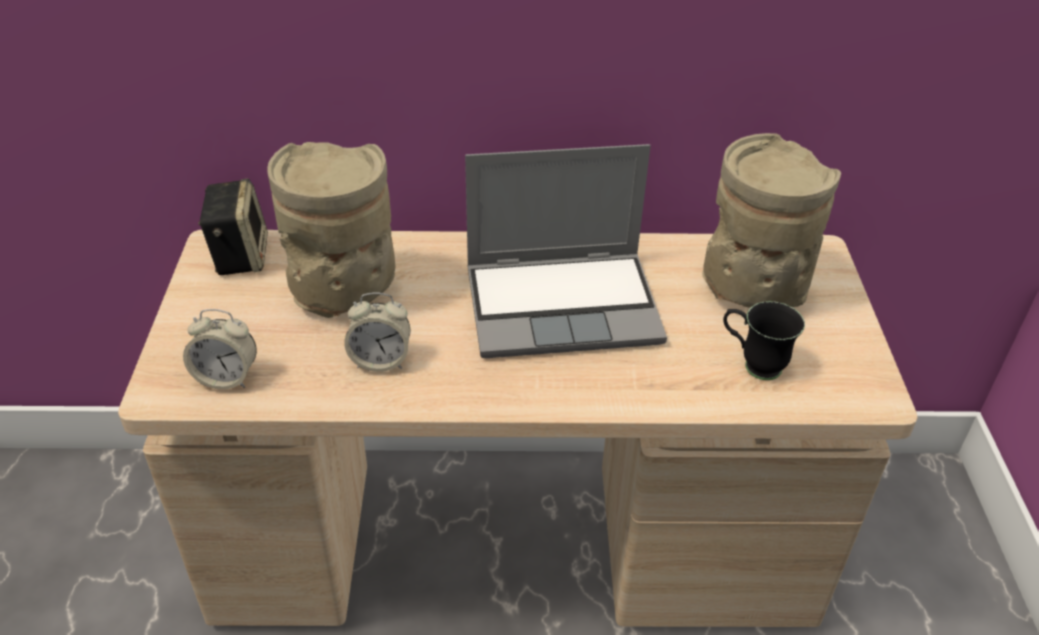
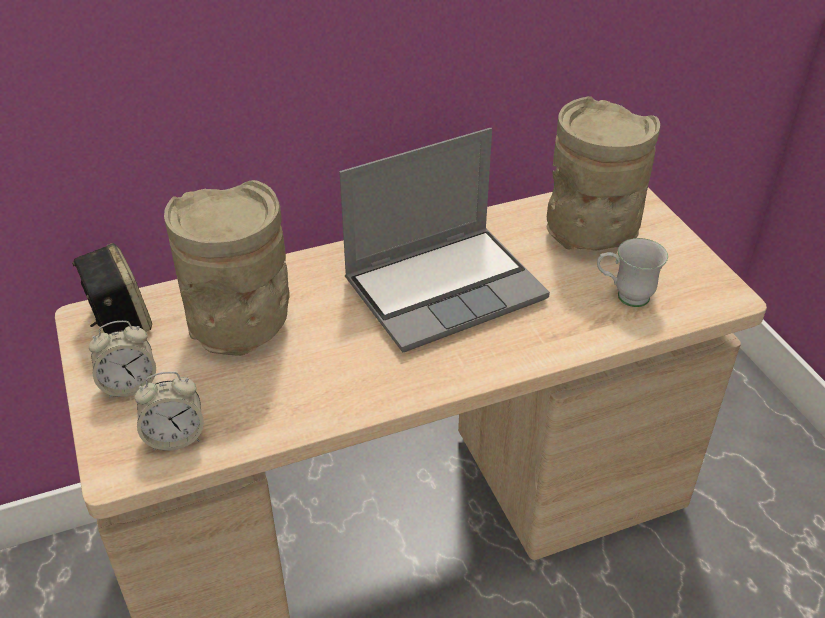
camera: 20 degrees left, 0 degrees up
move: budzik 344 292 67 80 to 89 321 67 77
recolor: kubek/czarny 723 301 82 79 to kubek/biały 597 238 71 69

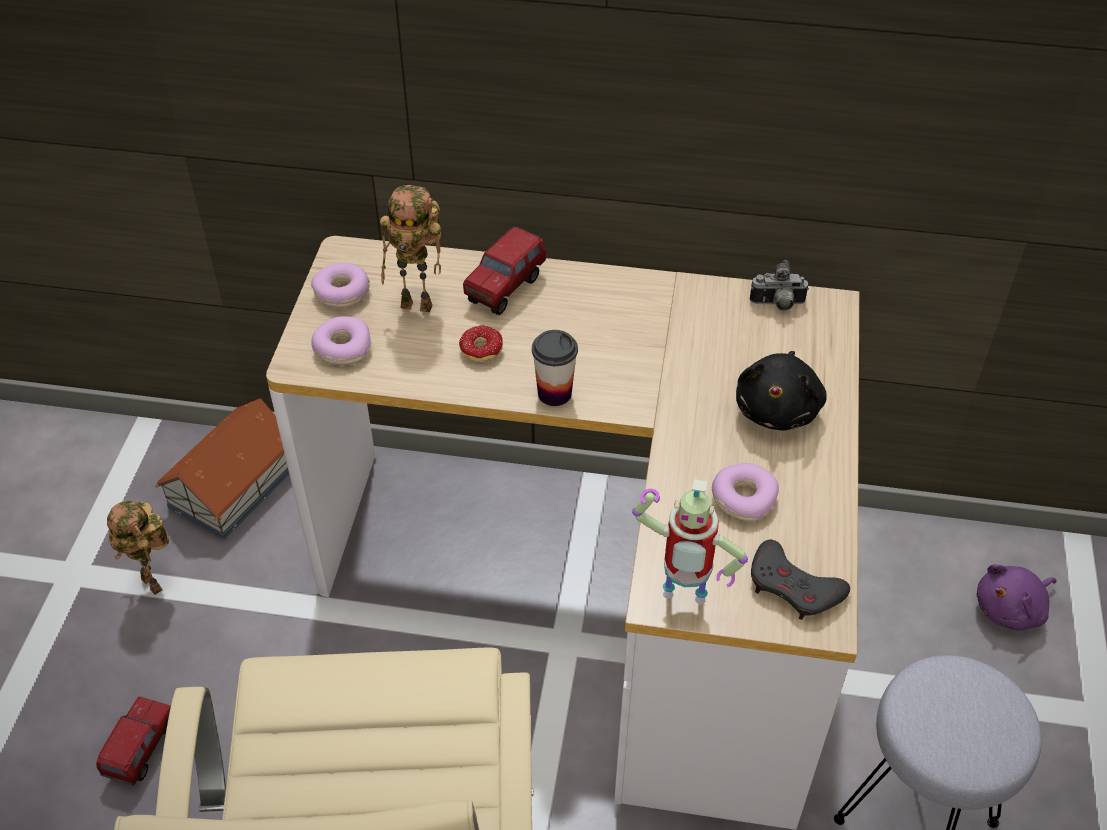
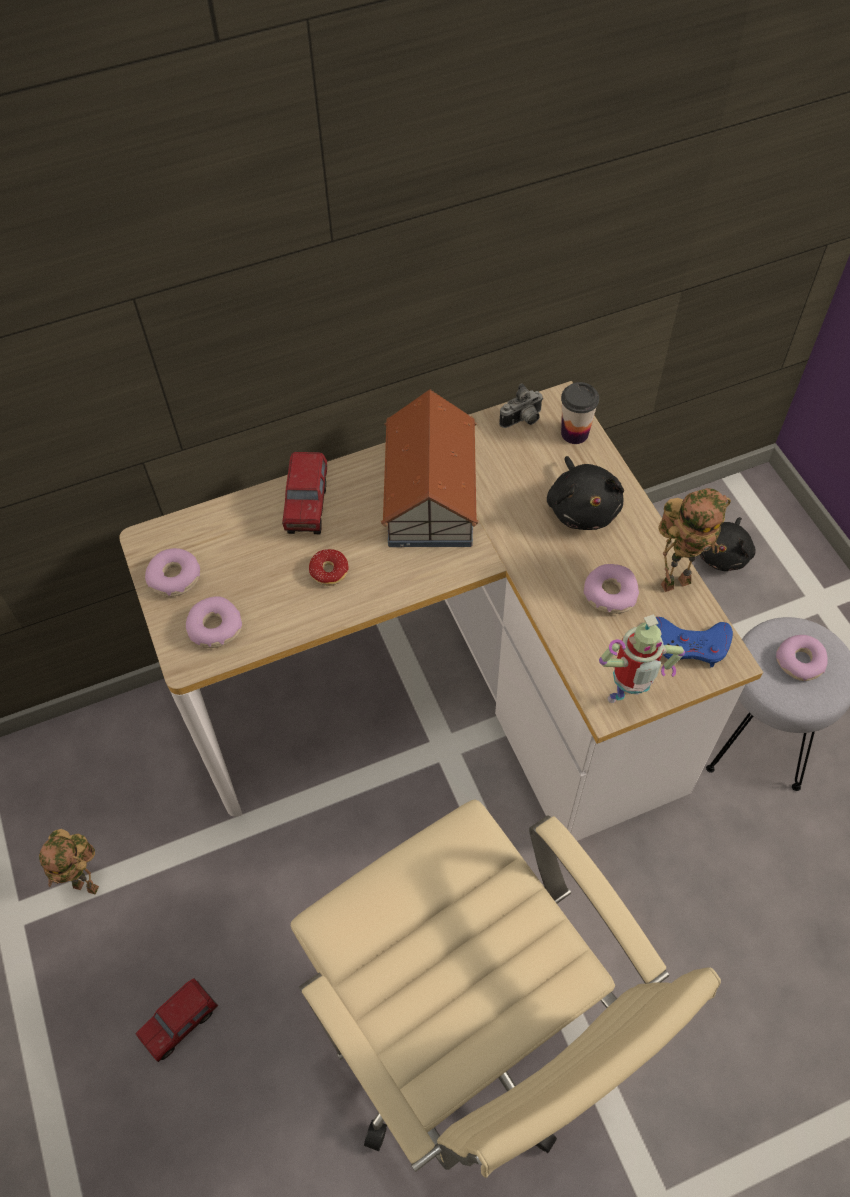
camera: 30 degrees left, 10 degrees up
insert: donut 776 635 52 46
move: robot zabawkowy 380 185 61 128 to 658 488 73 104; filiżanka 532 330 46 76 to 561 382 38 62; domek 155 398 134 142 to 381 389 98 158
recolor: pad do gier/szary 751 540 99 80 to pad do gier/niebieski 656 617 77 50; pluszak/fioletowy 977 564 79 67 to pluszak/czarny 699 517 57 54
rotate: ciężarówka zabawkowa 97 697 74 89 = 135 978 84 84 120 degrees counterclockwise

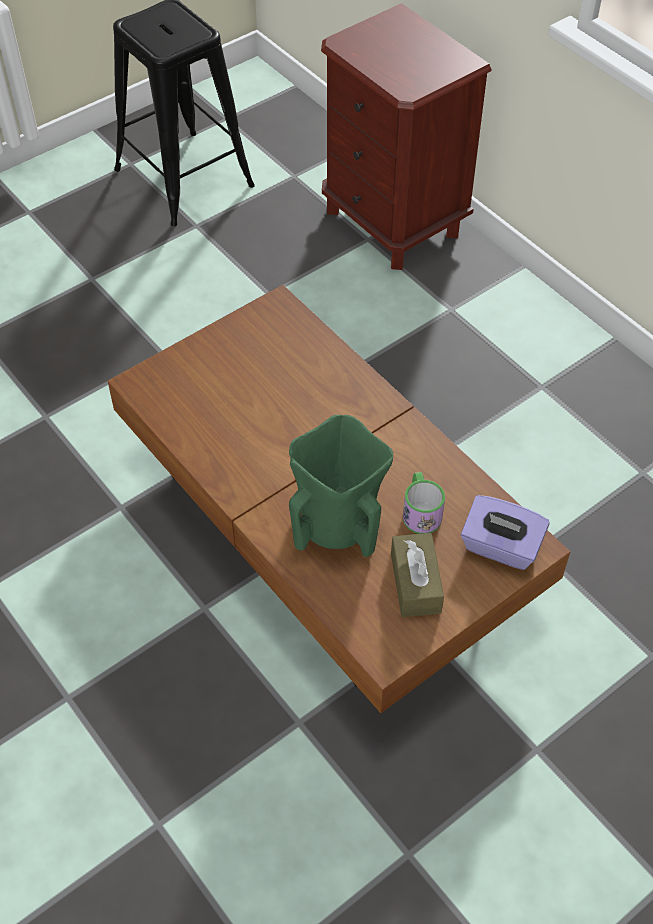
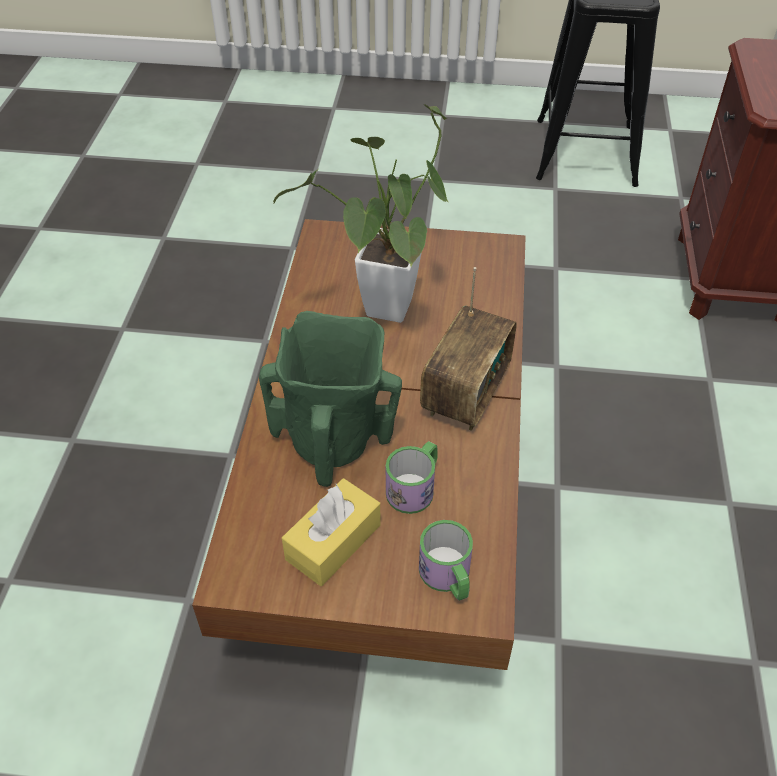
camera: 45 degrees right, 5 degrees down
insert: roślina doniczkowa 273 104 176 219; radio 420 267 97 164
replace: pudełko chusteczek/fioletowy 461 495 88 75 to kubek 419 520 54 81
recolor: pudełko chusteczek/brązowy 391 533 53 84 to pudełko chusteczek/żółty 282 478 99 108

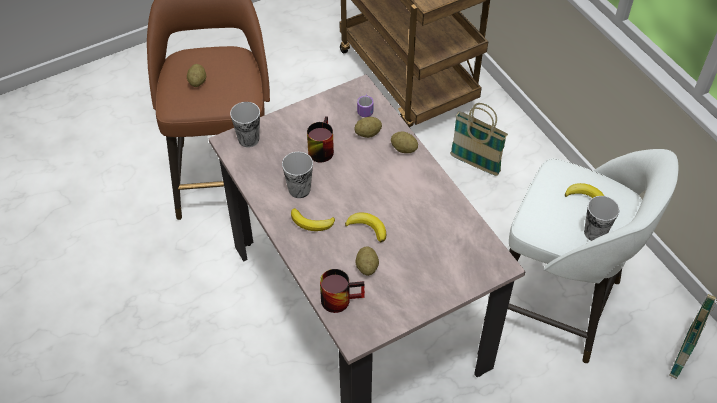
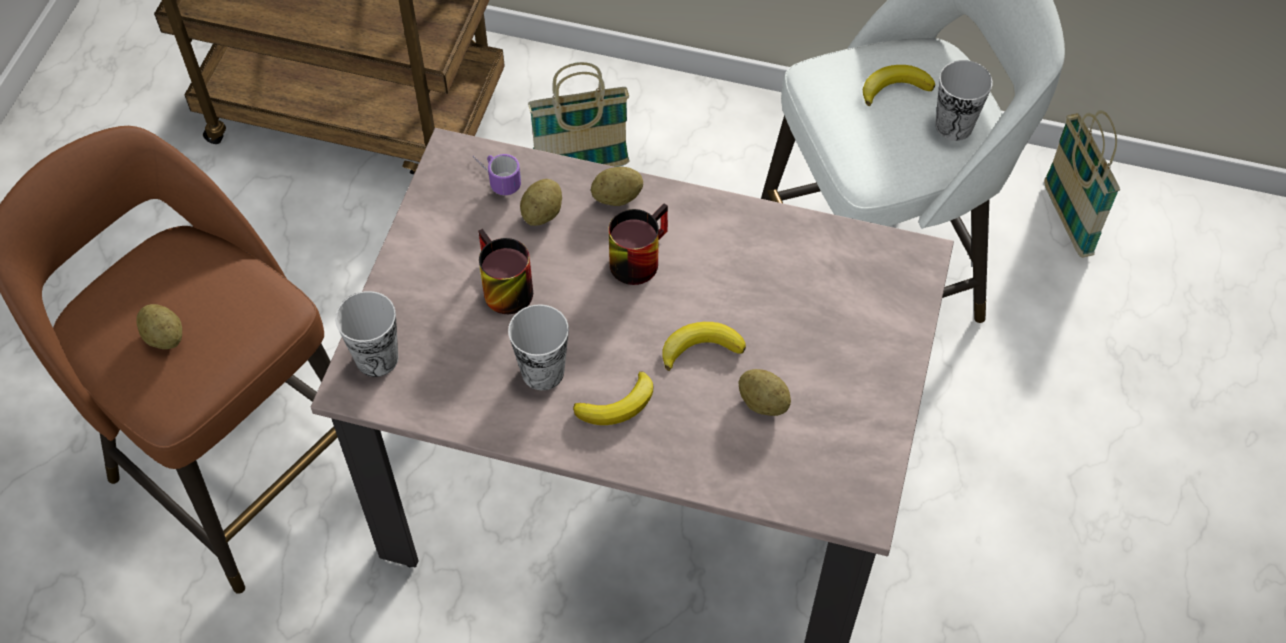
camera: 45 degrees left, 5 degrees up
move: kubek 320 269 45 44 to 608 203 60 82

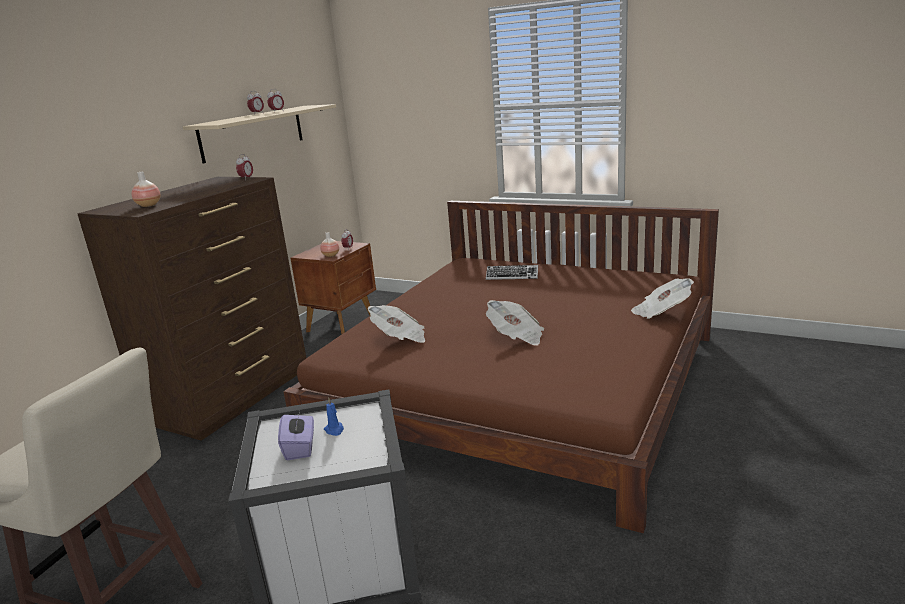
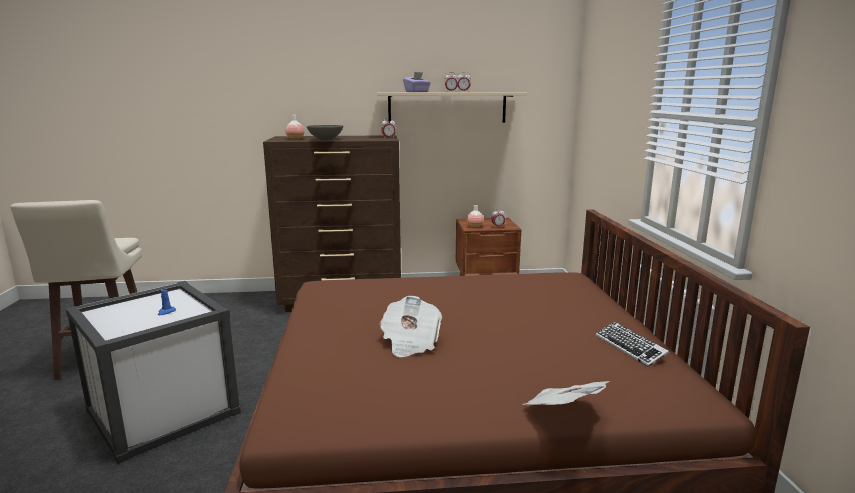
camera: 55 degrees right, 5 degrees down
delete: gazeta 368 305 57 38
insert: miska/szary 307 125 36 16
move: klawiatura 486 265 52 15 to 596 322 73 45; pudełko chusteczek/fioletowy 278 408 36 52 to 403 72 28 20

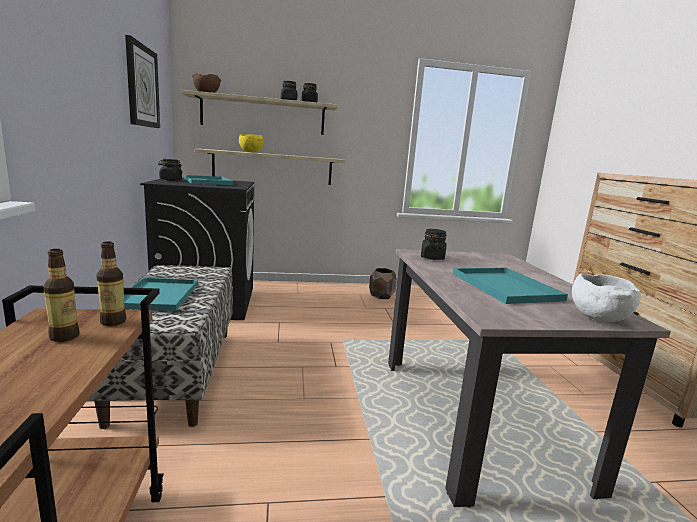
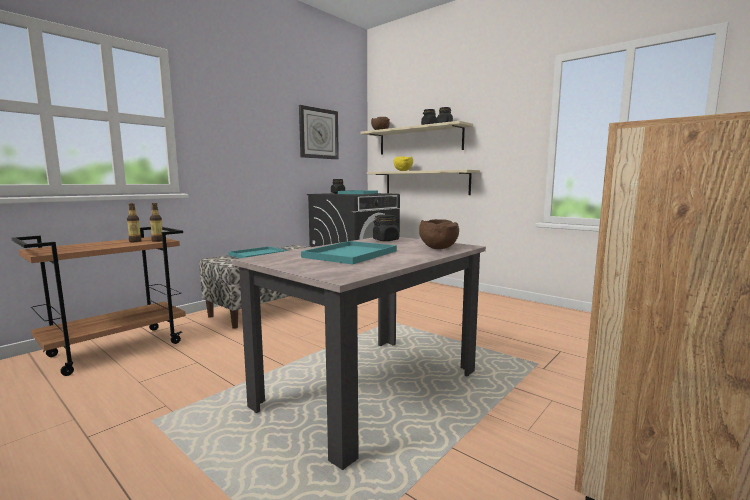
camera: 50 degrees right, 5 degrees down
delete: donica/brązowy 369 268 28 31; miska/biały 572 273 69 49
insert: miska/brązowy 419 219 40 30

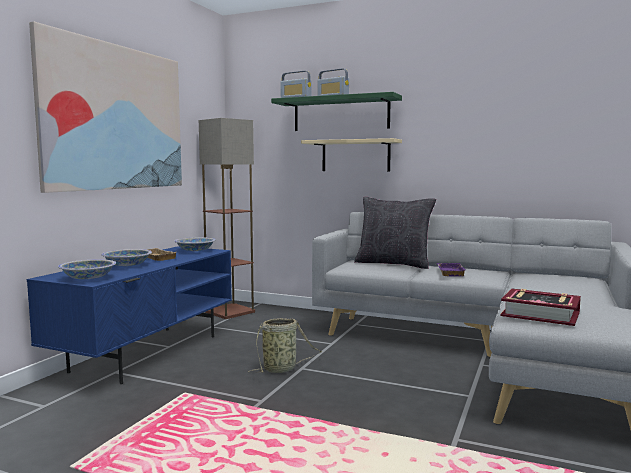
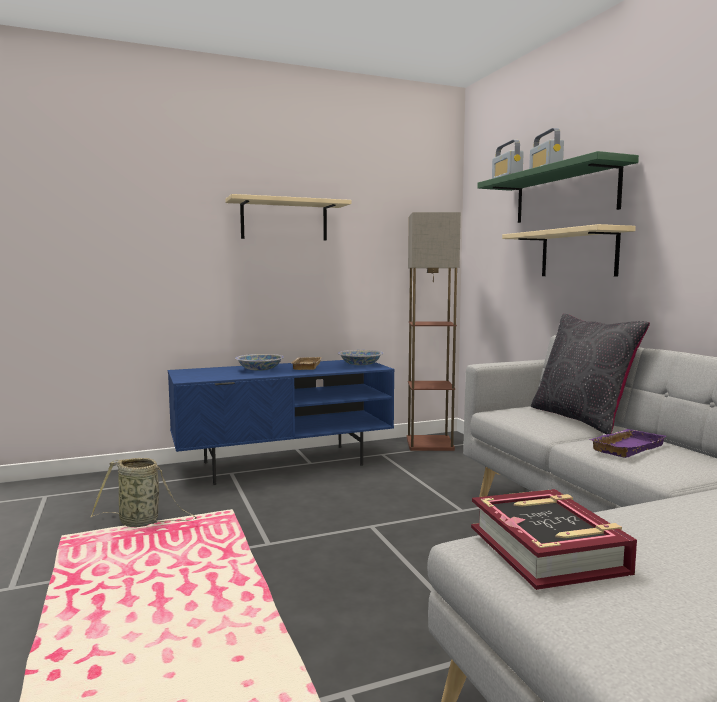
camera: 45 degrees right, 0 degrees up
delete: miska 58 259 58 20
move: koszyk 248 318 74 55 to 90 458 107 69
replace: obraz 29 21 153 172 to półka/beżowy 225 194 126 47

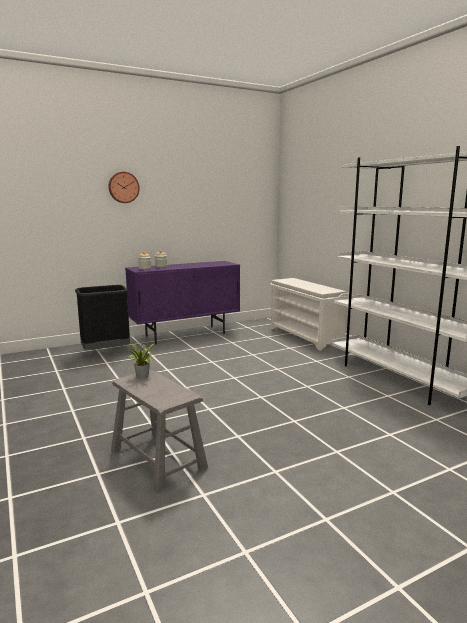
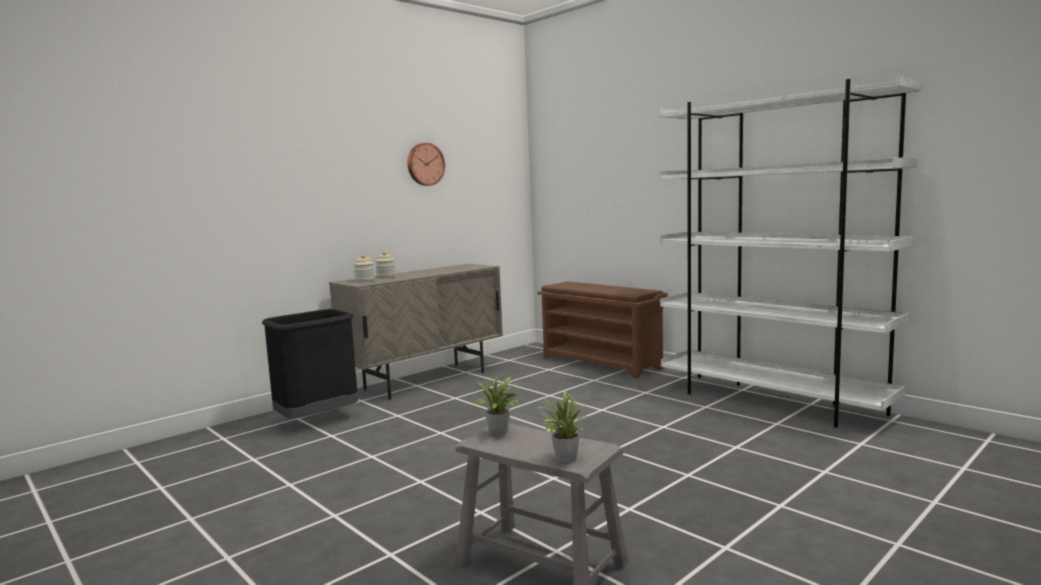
camera: 15 degrees left, 5 degrees down
insert: roślina doniczkowa 540 391 47 72
move: zegar ścienny 108 172 32 31 to 407 143 38 43
recolor: szafka/fioletowy 125 261 115 84 to szafka/beżowy 329 264 174 136; regał na buty/biały 269 278 80 73 to regał na buty/brązowy 538 281 129 98

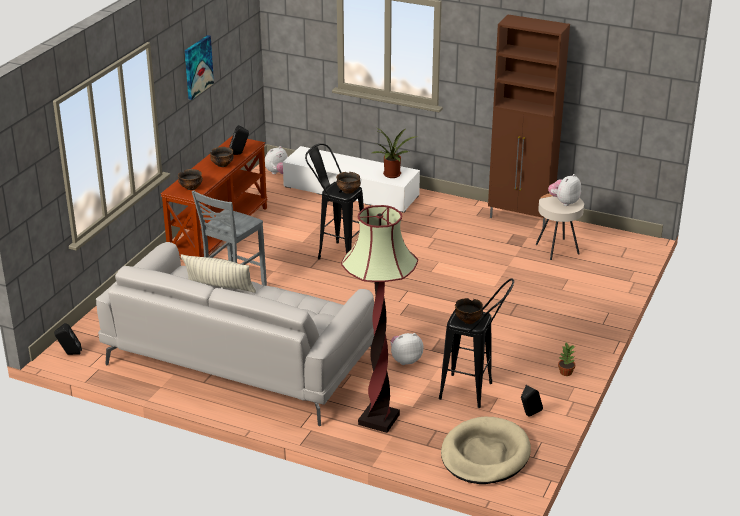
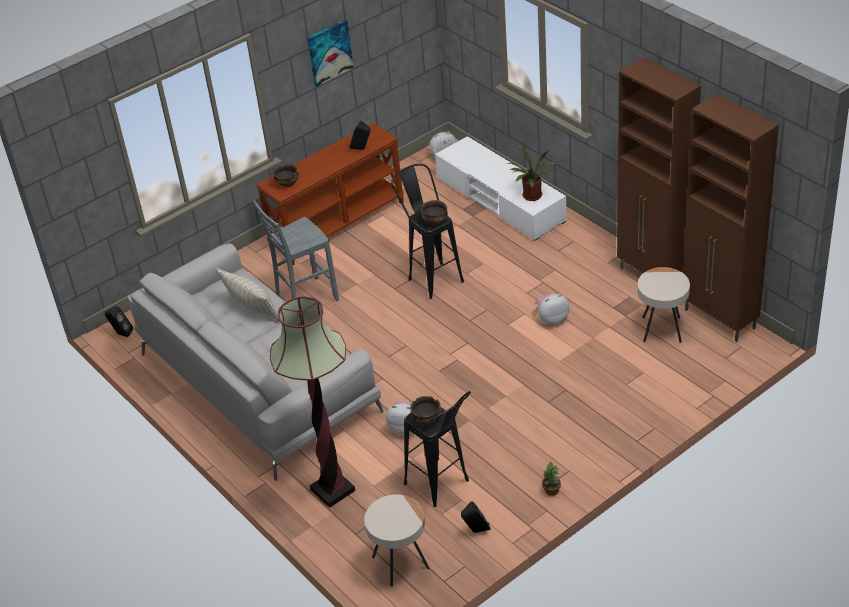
camera: 30 degrees right, 10 degrees up
delete: miska 210 147 24 20
insert: szafka/brązowy 683 94 96 248
move: pluszak 548 174 33 32 to 535 293 35 32
replace: legowisko/beżowy 441 417 90 67 to stolik/beżowy 364 495 65 91

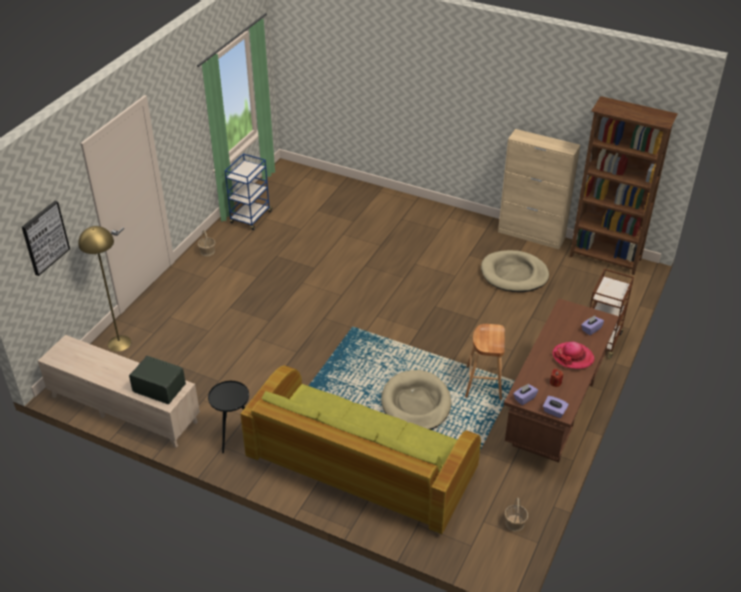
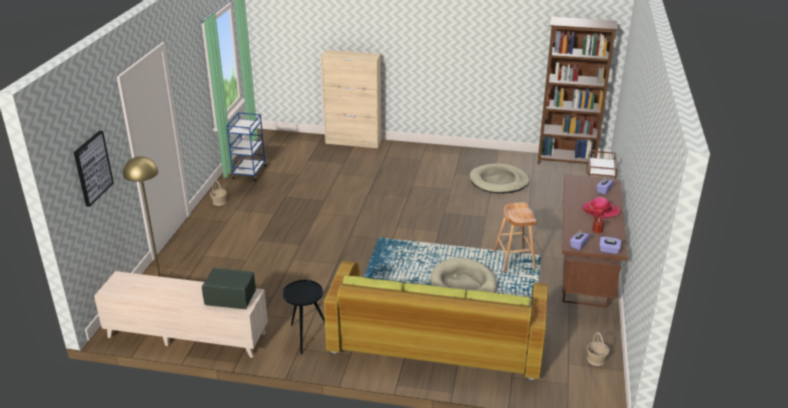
camera: 15 degrees left, 10 degrees down
move: szafka/beżowy 498 129 82 120 to 321 50 60 98

